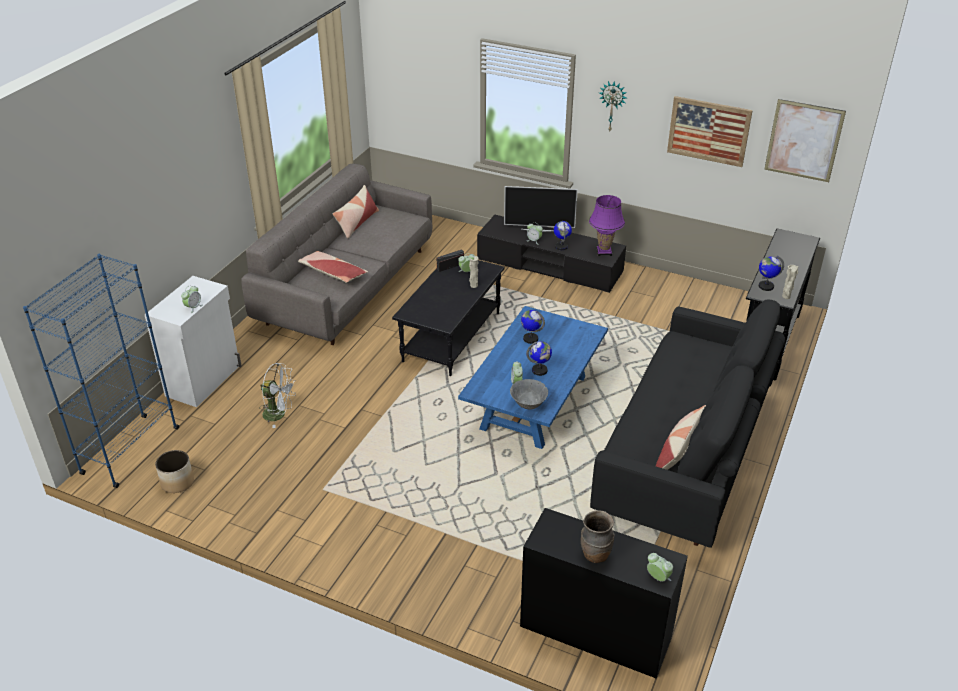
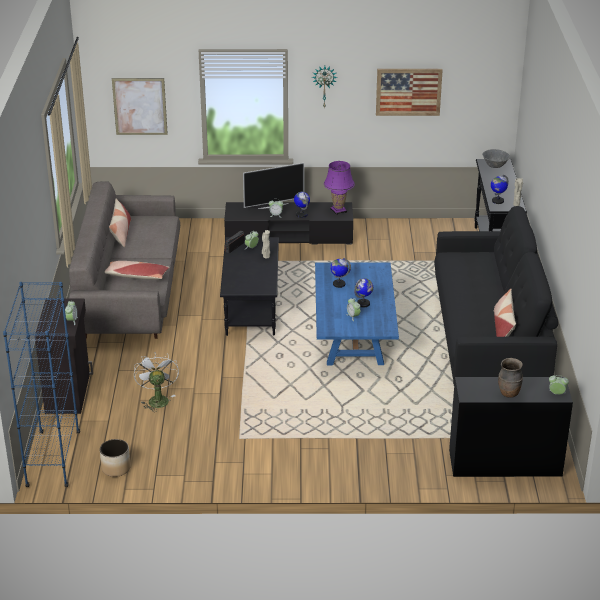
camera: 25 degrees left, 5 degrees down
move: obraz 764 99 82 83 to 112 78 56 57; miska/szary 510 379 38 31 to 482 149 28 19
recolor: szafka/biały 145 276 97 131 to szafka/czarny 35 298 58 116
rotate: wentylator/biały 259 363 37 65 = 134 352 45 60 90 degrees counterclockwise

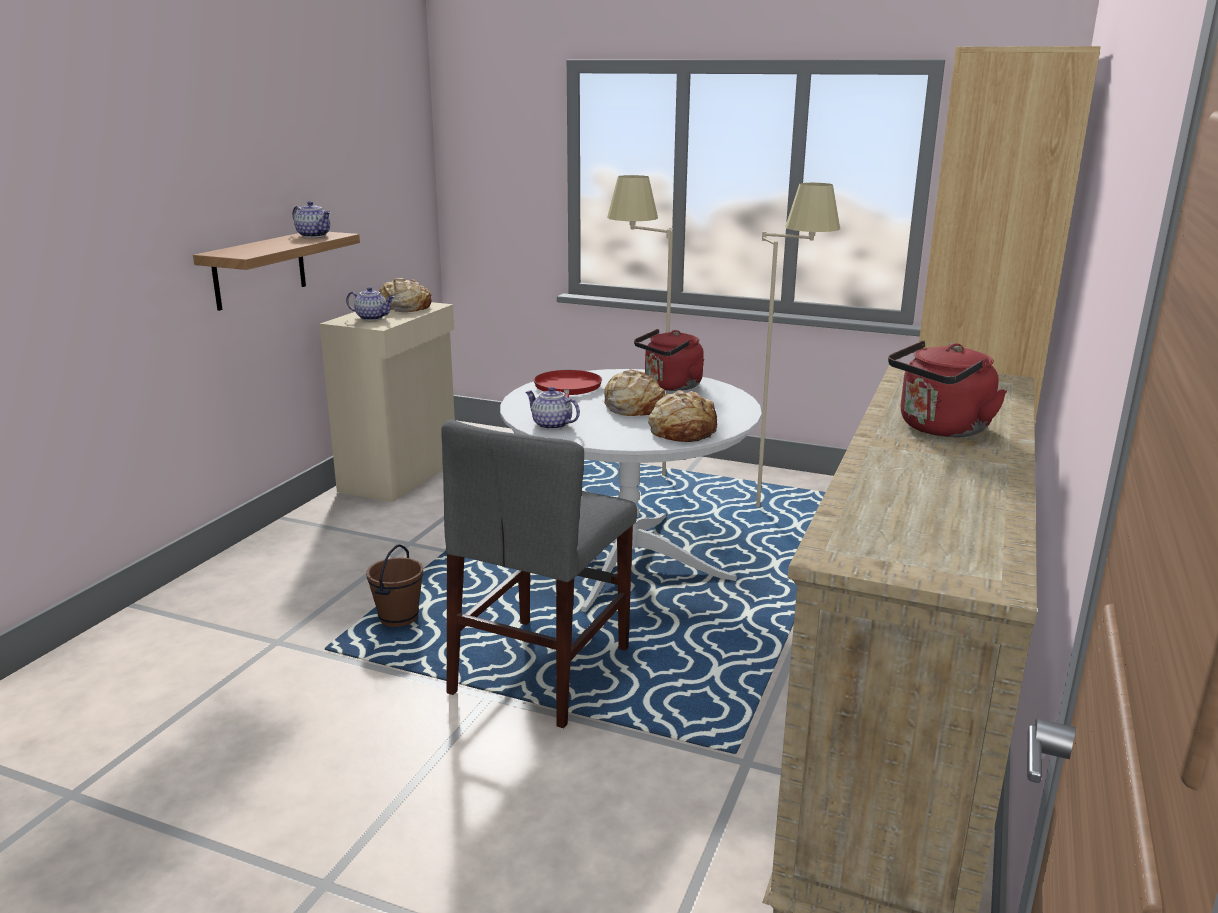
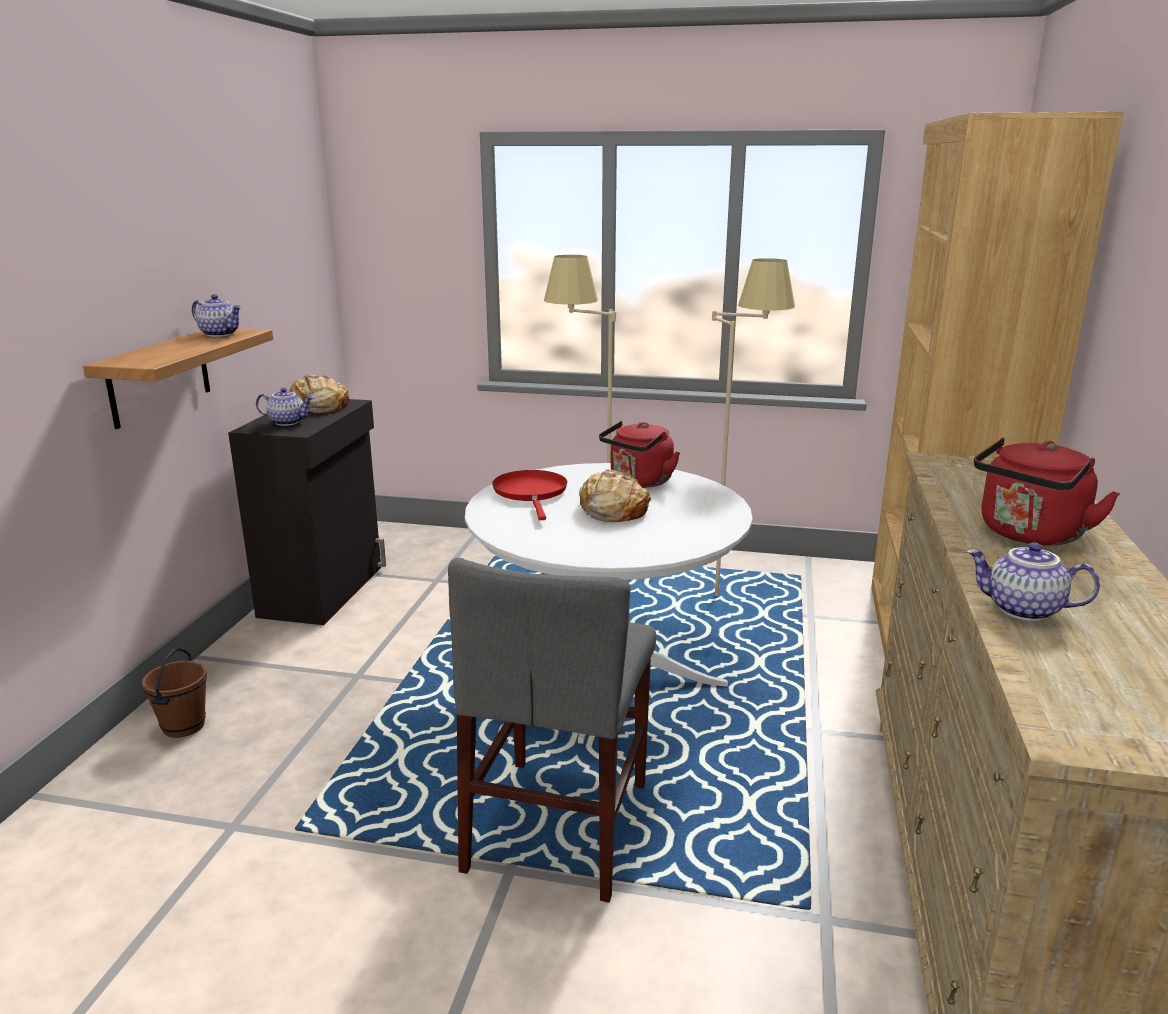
camera: 10 degrees left, 0 degrees up
delete: chleb 648 390 69 52
move: imbryk 526 387 54 43 to 966 543 134 78; wiadro/brązowy 366 544 57 83 to 142 648 65 90
recolor: szafka/beżowy 320 302 135 200 to szafka/czarny 228 399 158 226

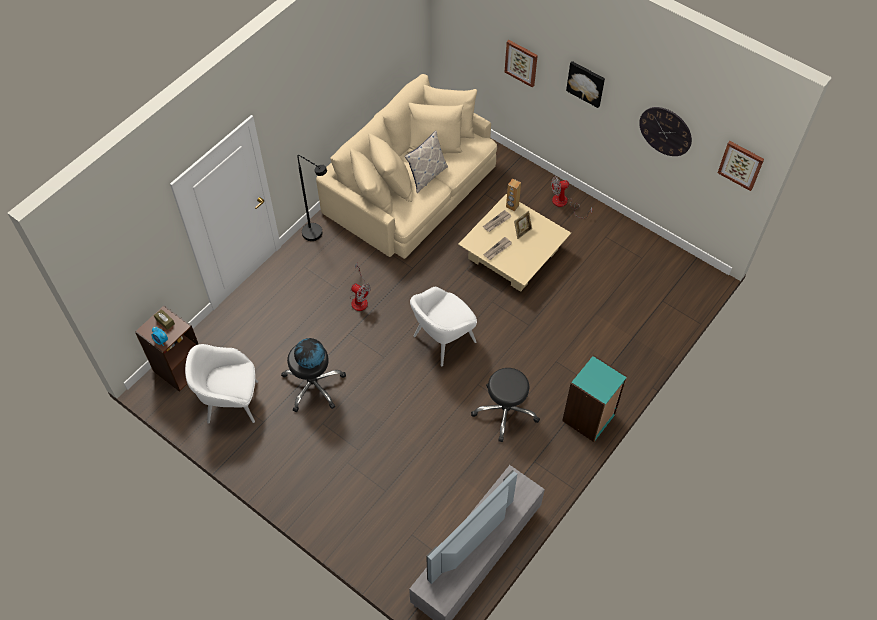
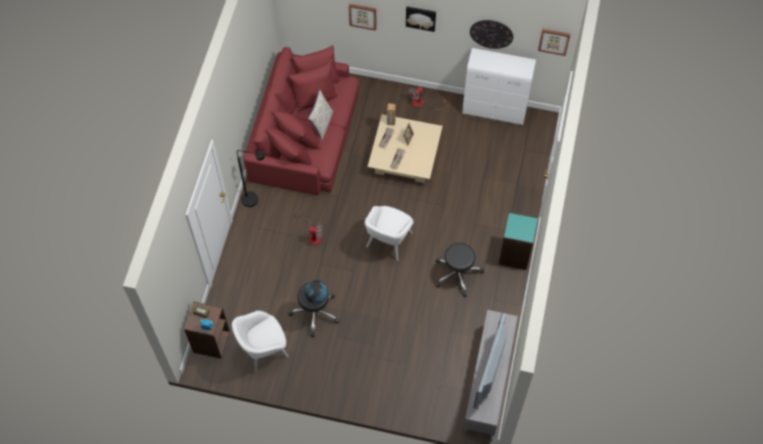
camera: 25 degrees left, 5 degrees up
insert: szafka/biały 462 48 74 77
recolor: kanapa/beżowy 316 74 181 185 to kanapa/czerwony 243 46 116 149

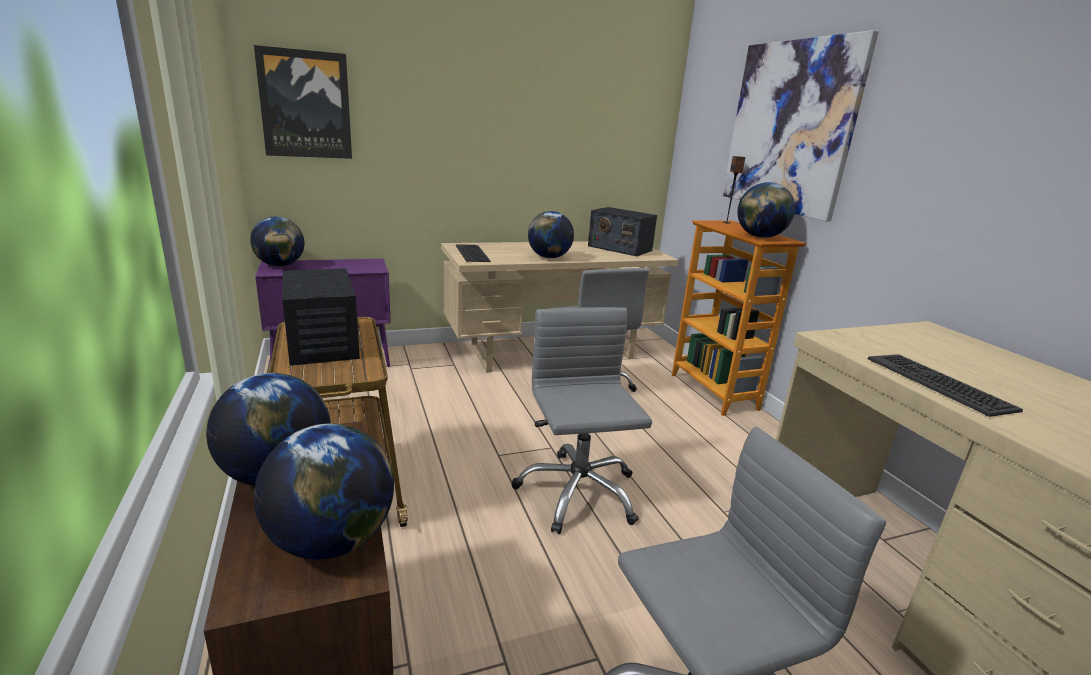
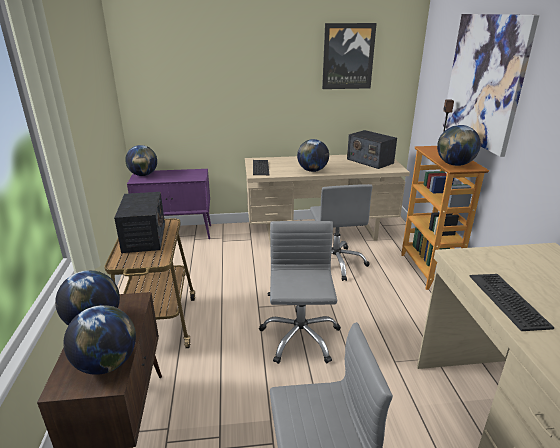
camera: 15 degrees right, 5 degrees up
move: obraz 254 45 98 114 to 322 23 55 66

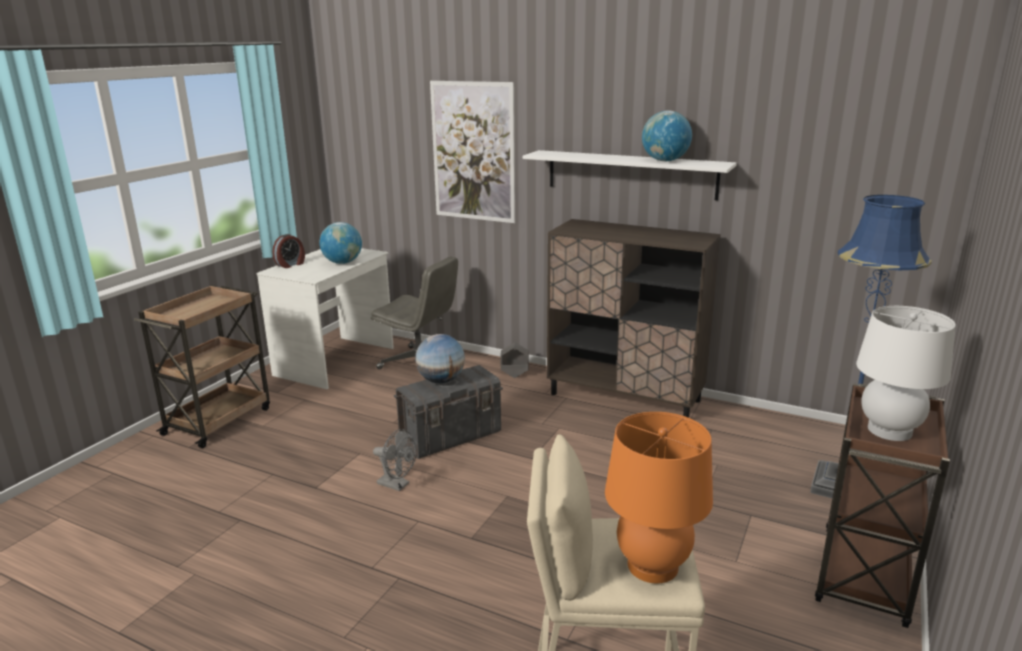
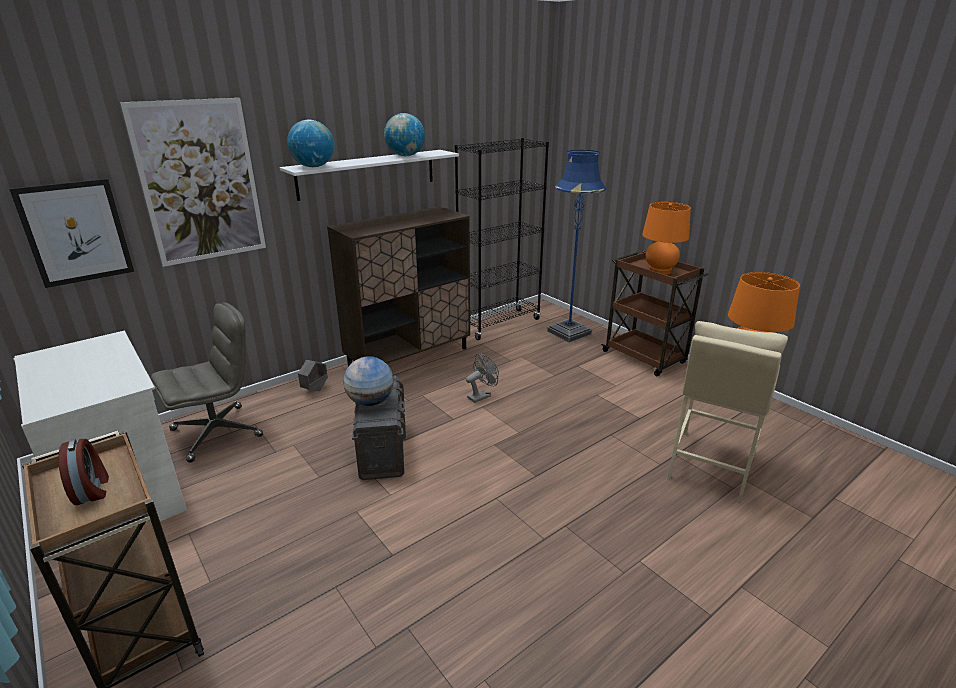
camera: 65 degrees left, 5 degrees up
insert: regał/czarny 455 138 94 202; obraz 9 178 125 110
move: globus 319 222 43 42 to 287 120 47 47; budzik 272 234 33 34 to 58 439 51 66; wentylator/szary 373 429 44 62 to 466 353 33 50
recolor: lampa stołowa/biały 856 306 100 135 to lampa stołowa/pomarańczowy 642 202 49 73

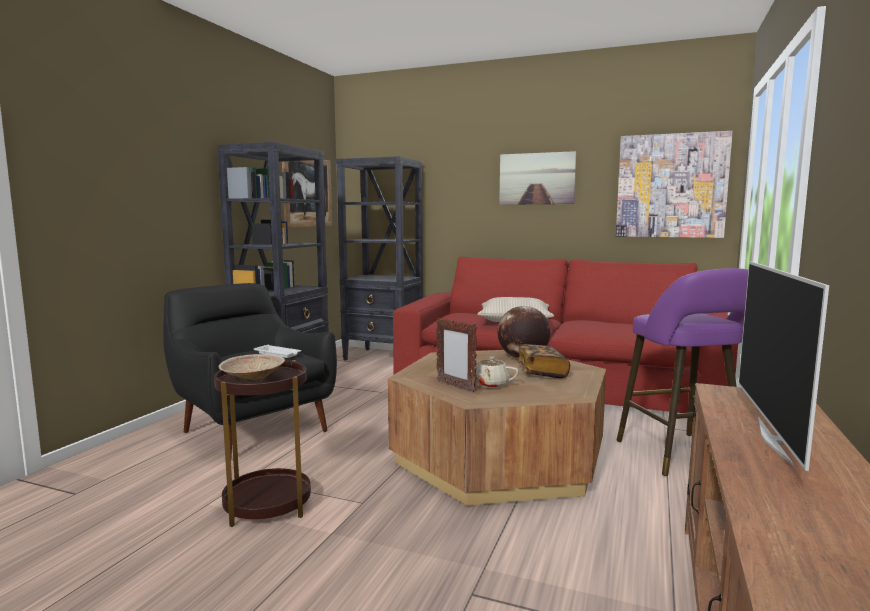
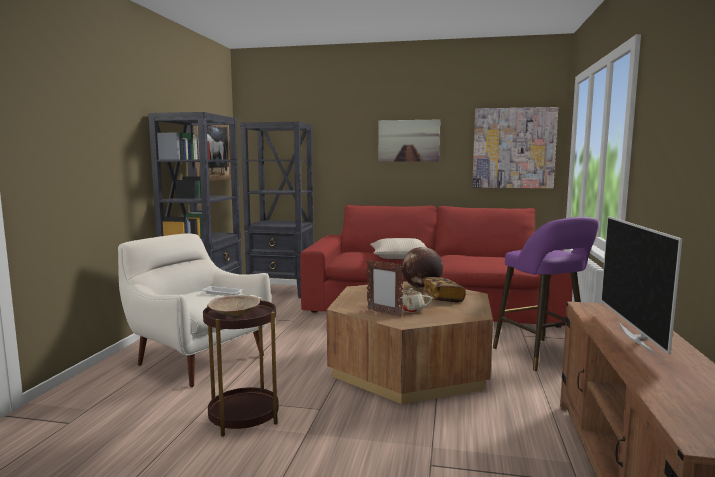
camera: 10 degrees left, 0 degrees up
recolor: fotel/czarny 163 283 174 174 to fotel/biały 118 233 153 154

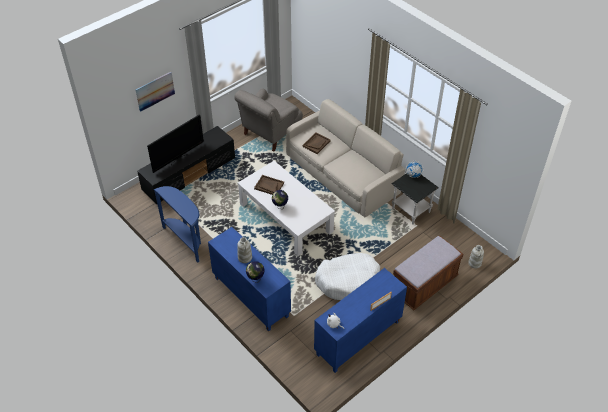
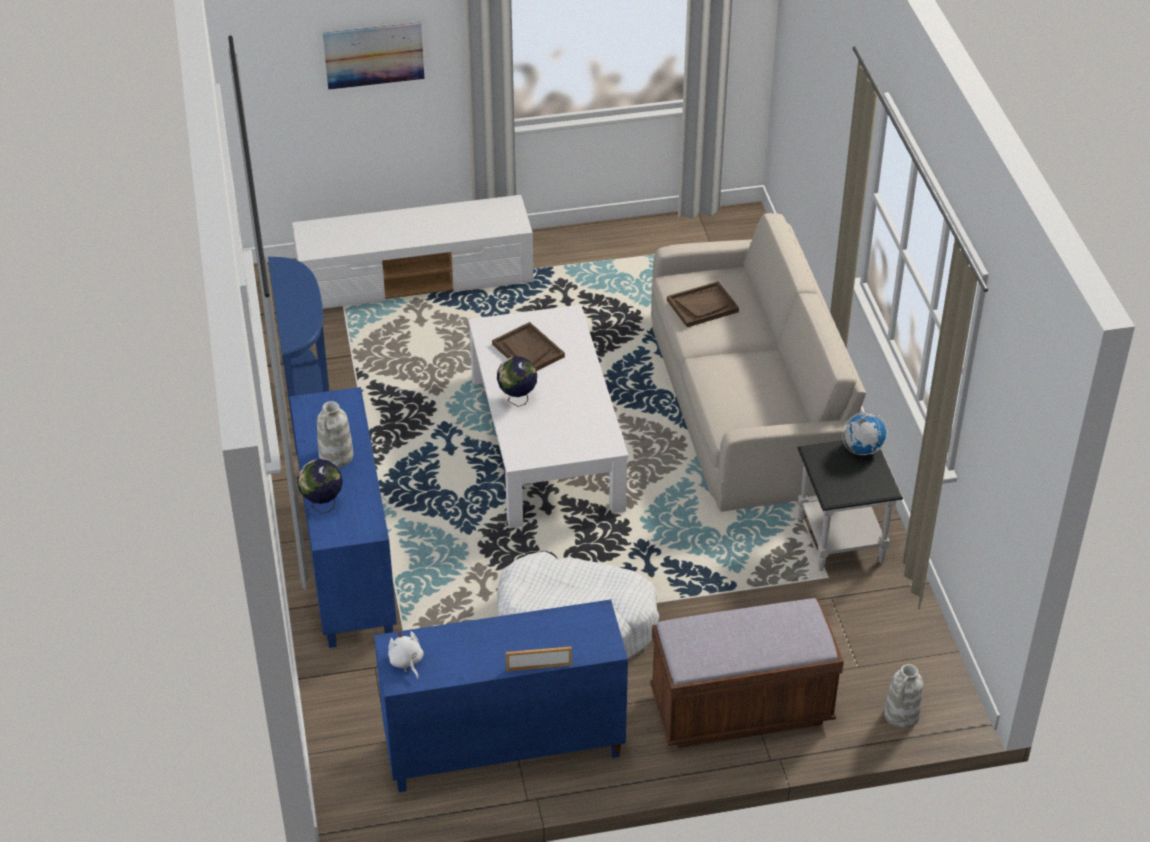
camera: 30 degrees right, 5 degrees down
delete: fotel/szary 234 89 69 62; telewizor 147 114 57 59
recolor: szafka pod telewizor/czarny 137 126 98 78 to szafka pod telewizor/biały 292 195 241 114

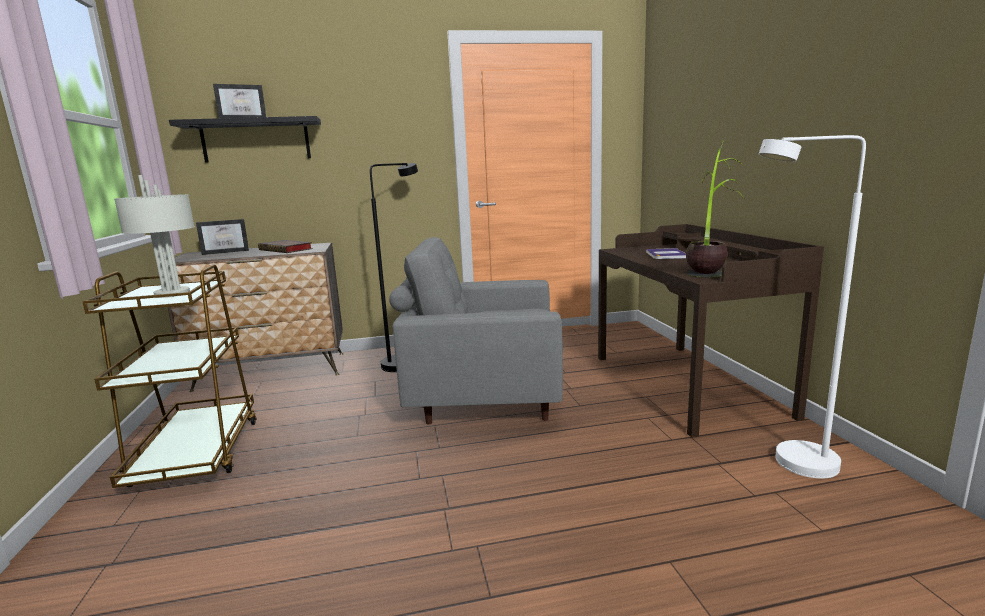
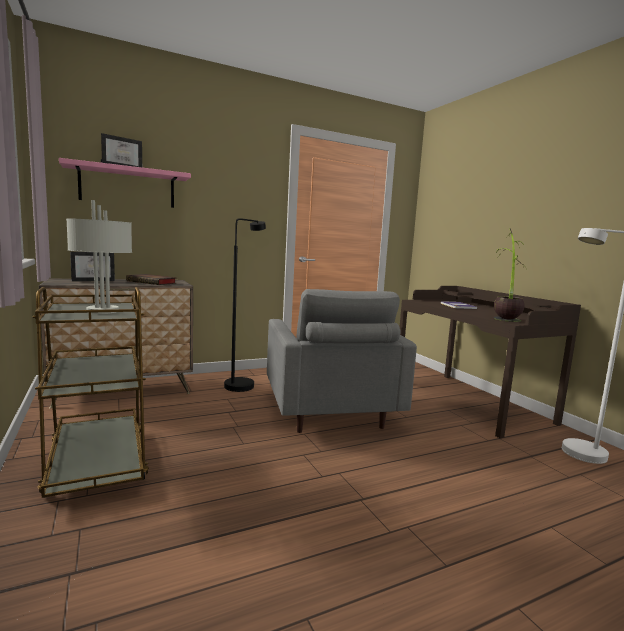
camera: 15 degrees left, 5 degrees down
recolor: półka/czarny 169 116 152 47 to półka/różowy 59 158 132 50
rotate: fotel/szary 389 237 174 187 = 267 289 150 144 90 degrees counterclockwise

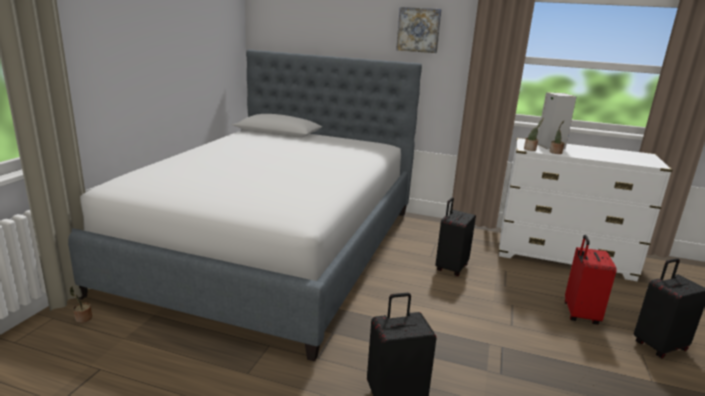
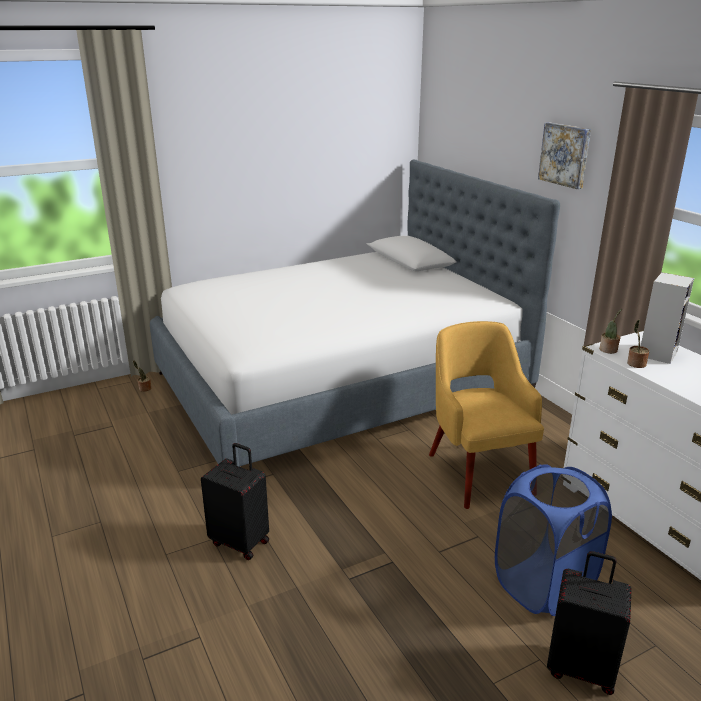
camera: 45 degrees right, 5 degrees up
replace: walizka/czarny 435 197 41 79 to fotel/żółty 429 321 115 188; walizka/czerwony 565 235 52 90 to kosz na pranie/niebieski 495 464 117 152

